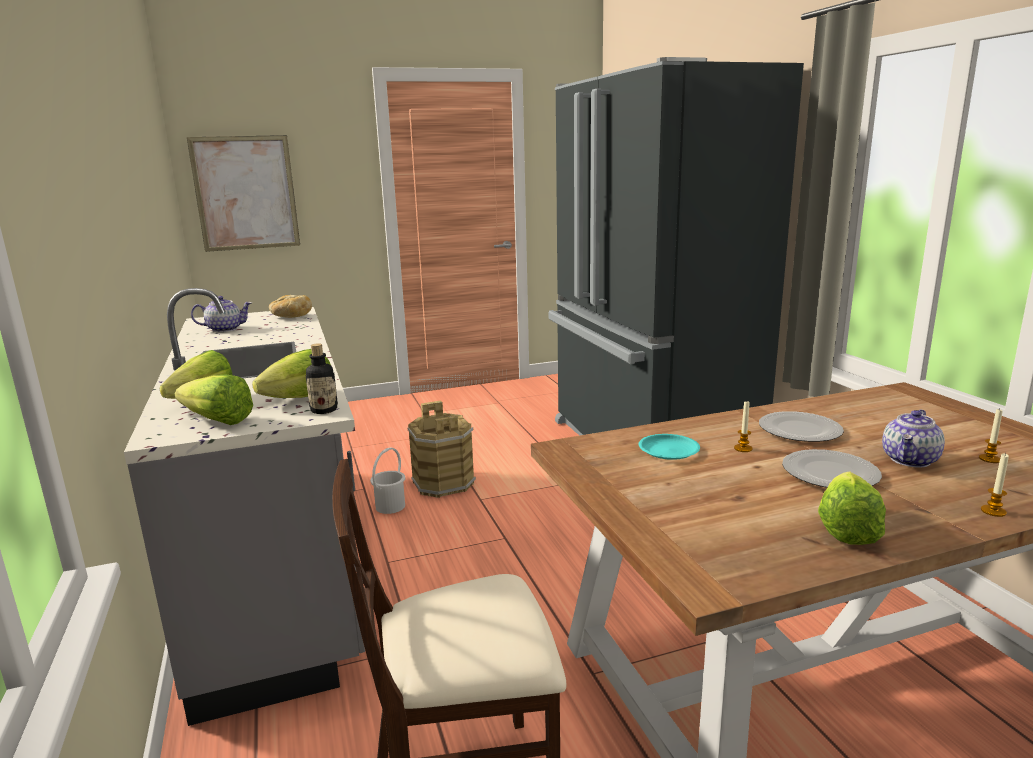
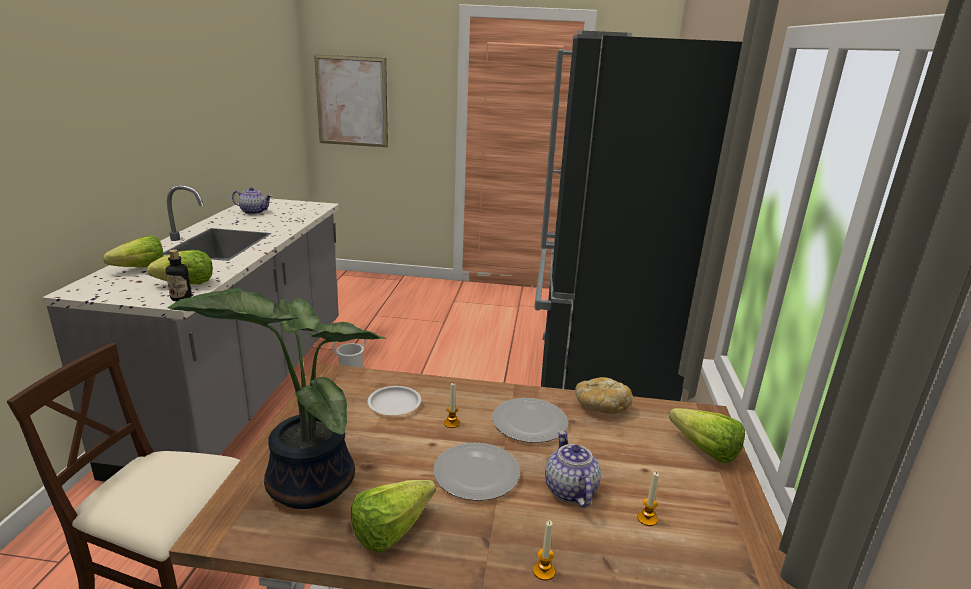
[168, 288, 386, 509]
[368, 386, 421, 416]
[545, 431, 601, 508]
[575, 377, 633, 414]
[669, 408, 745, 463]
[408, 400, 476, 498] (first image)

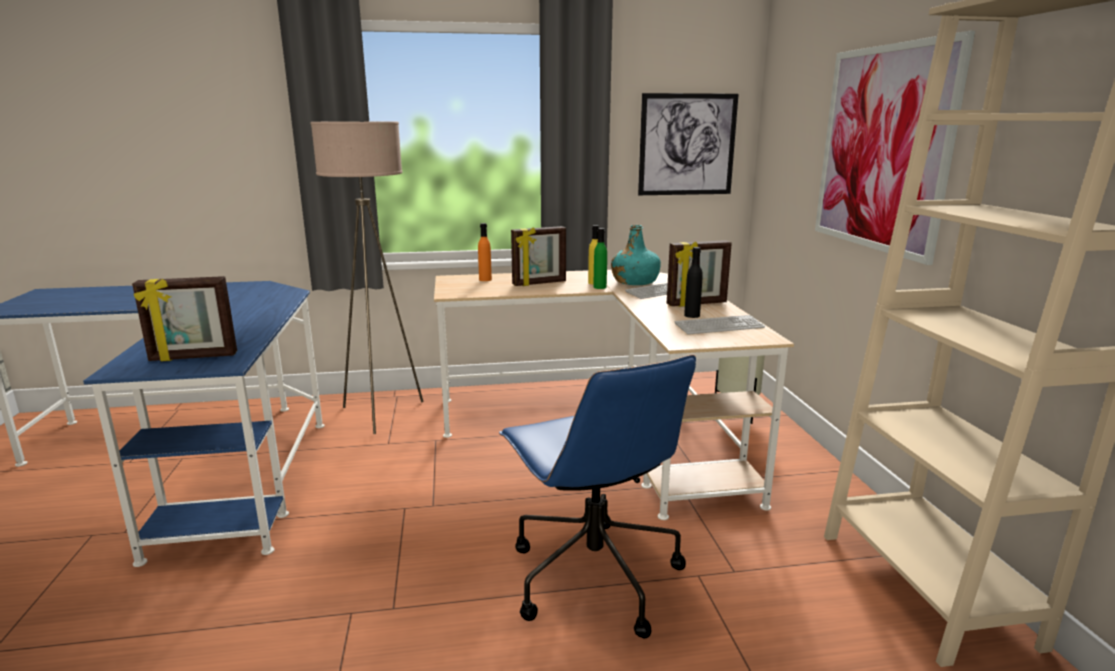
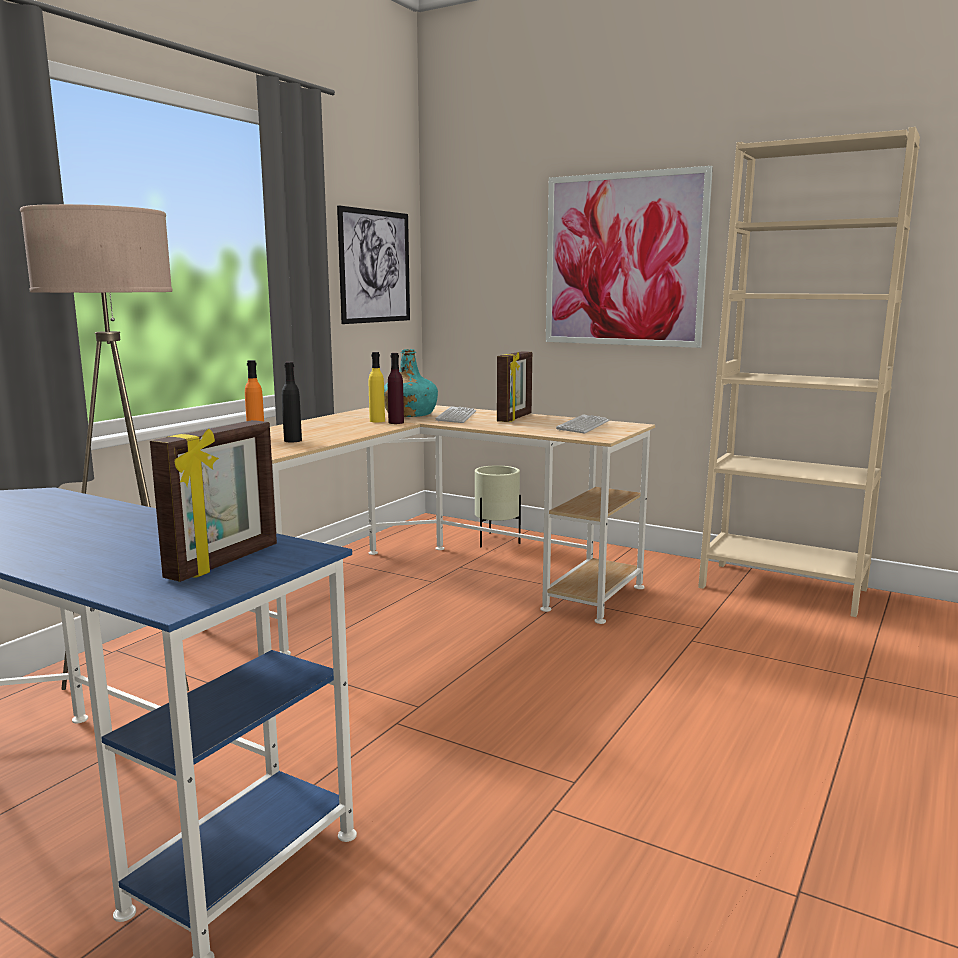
[282, 362, 302, 442]
[388, 353, 404, 424]
[499, 355, 696, 638] (first image)
[511, 226, 566, 286] (first image)

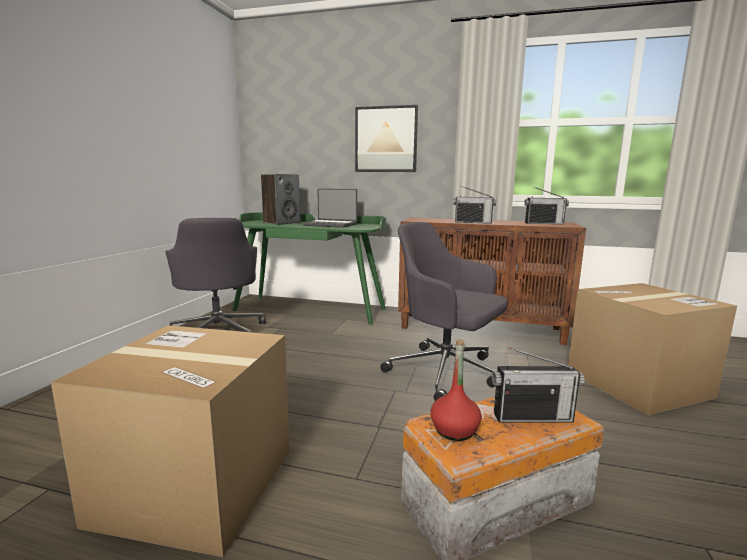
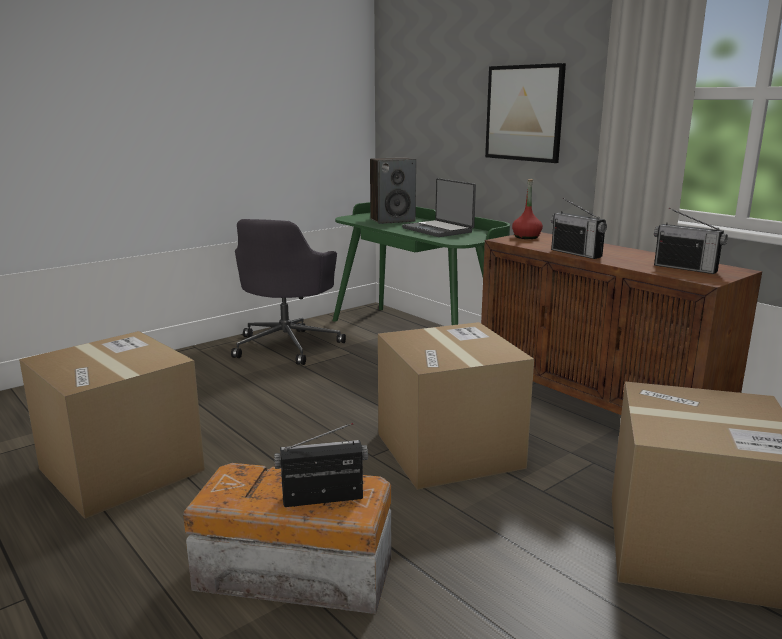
[274, 423, 368, 507]
[378, 322, 534, 490]
[512, 179, 543, 239]

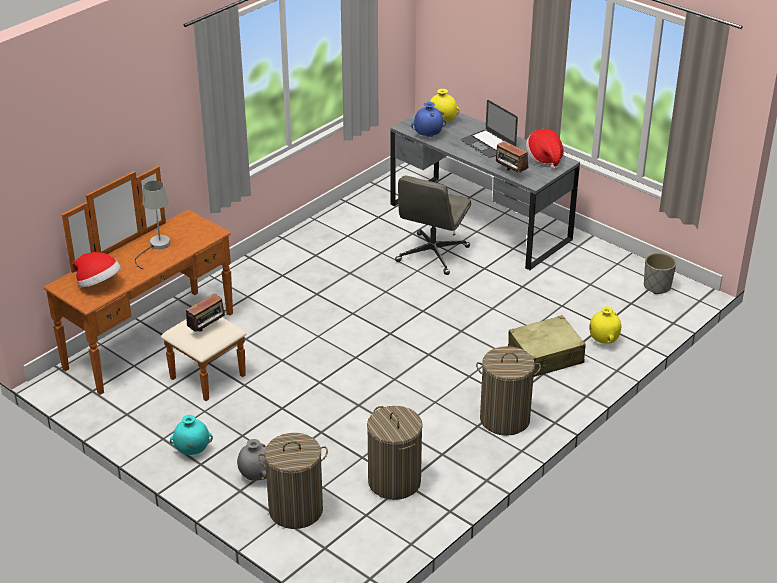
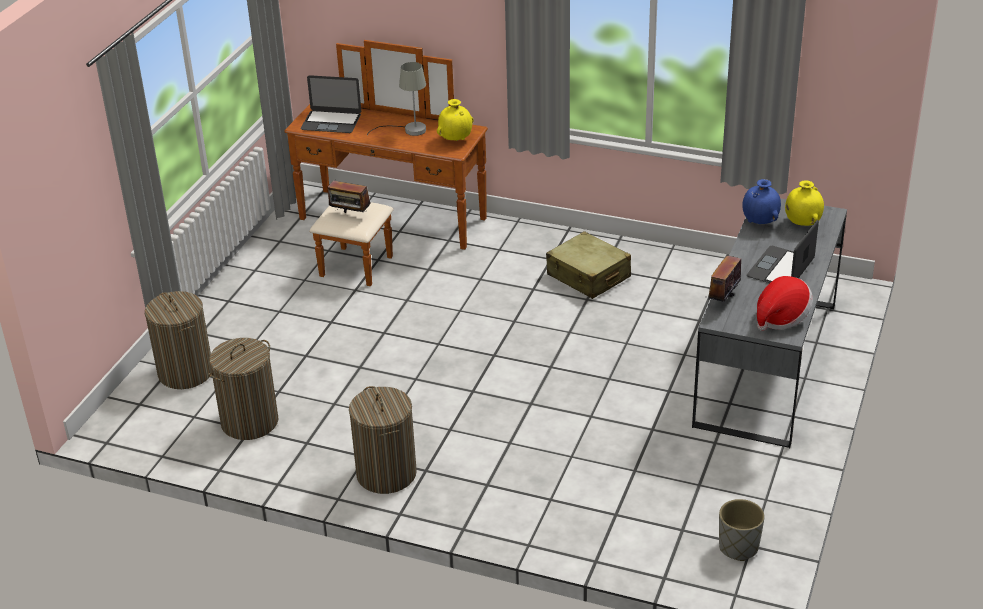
[301, 75, 361, 133]
[437, 99, 474, 141]
[546, 231, 631, 299]
[170, 415, 213, 455] (first image)
[237, 439, 266, 481] (first image)
[395, 176, 471, 275] (first image)

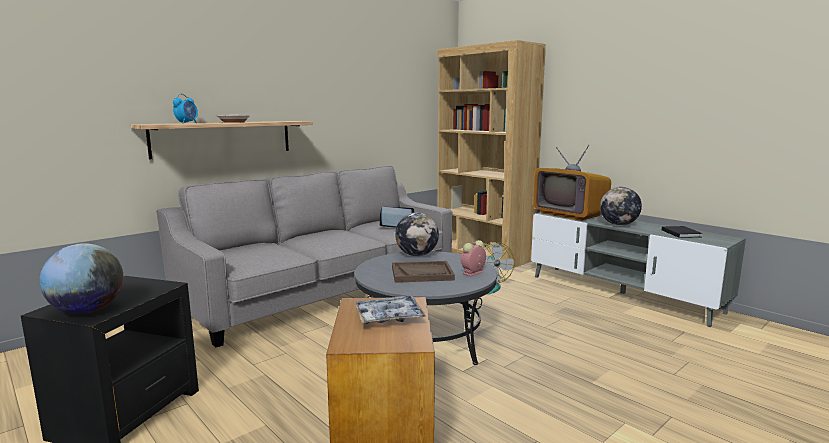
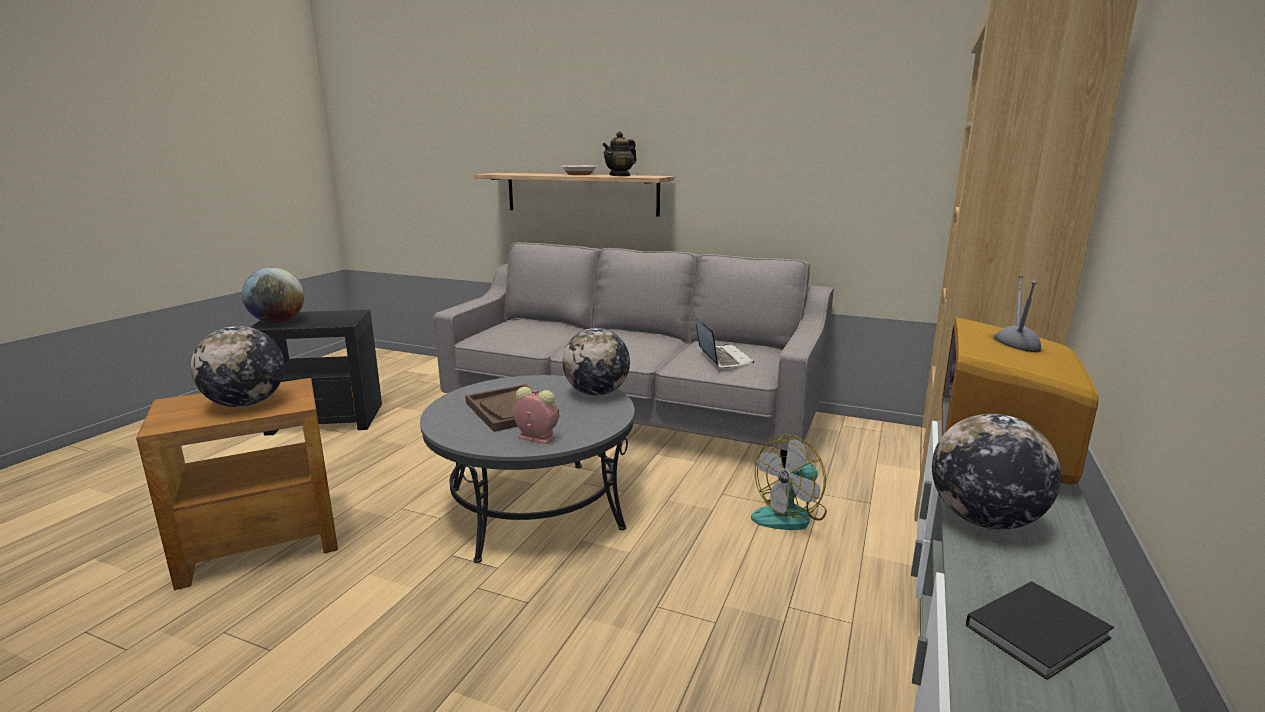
[191, 326, 284, 407]
[602, 131, 637, 177]
[173, 94, 198, 124] (first image)

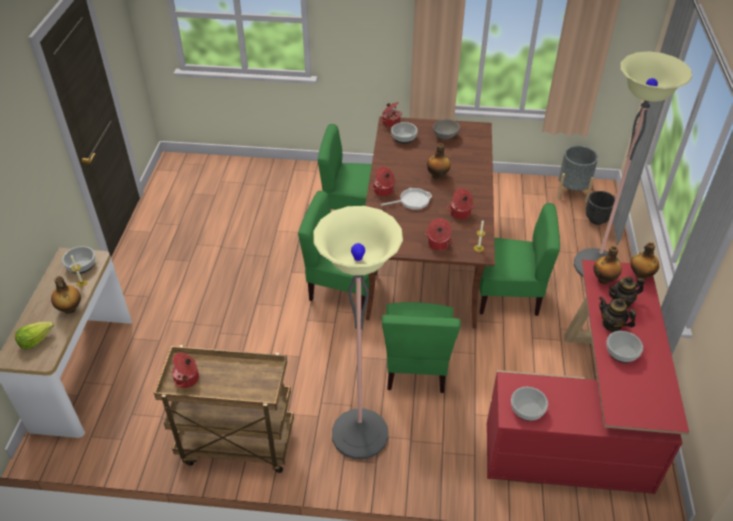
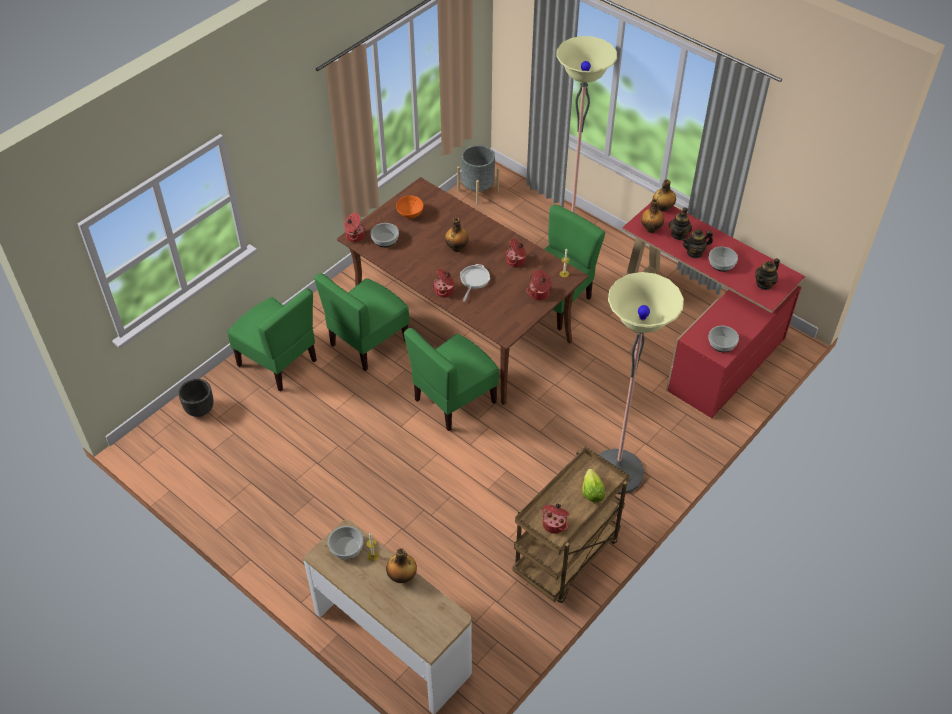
[178, 379, 214, 417]
[227, 288, 317, 392]
[396, 196, 424, 218]
[582, 469, 605, 502]
[755, 258, 780, 290]

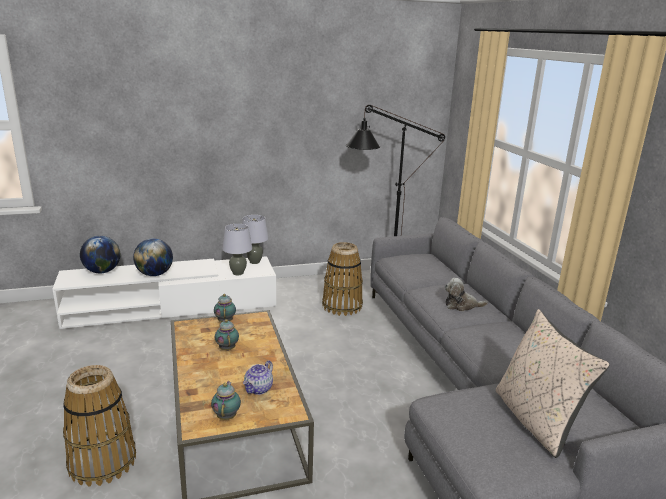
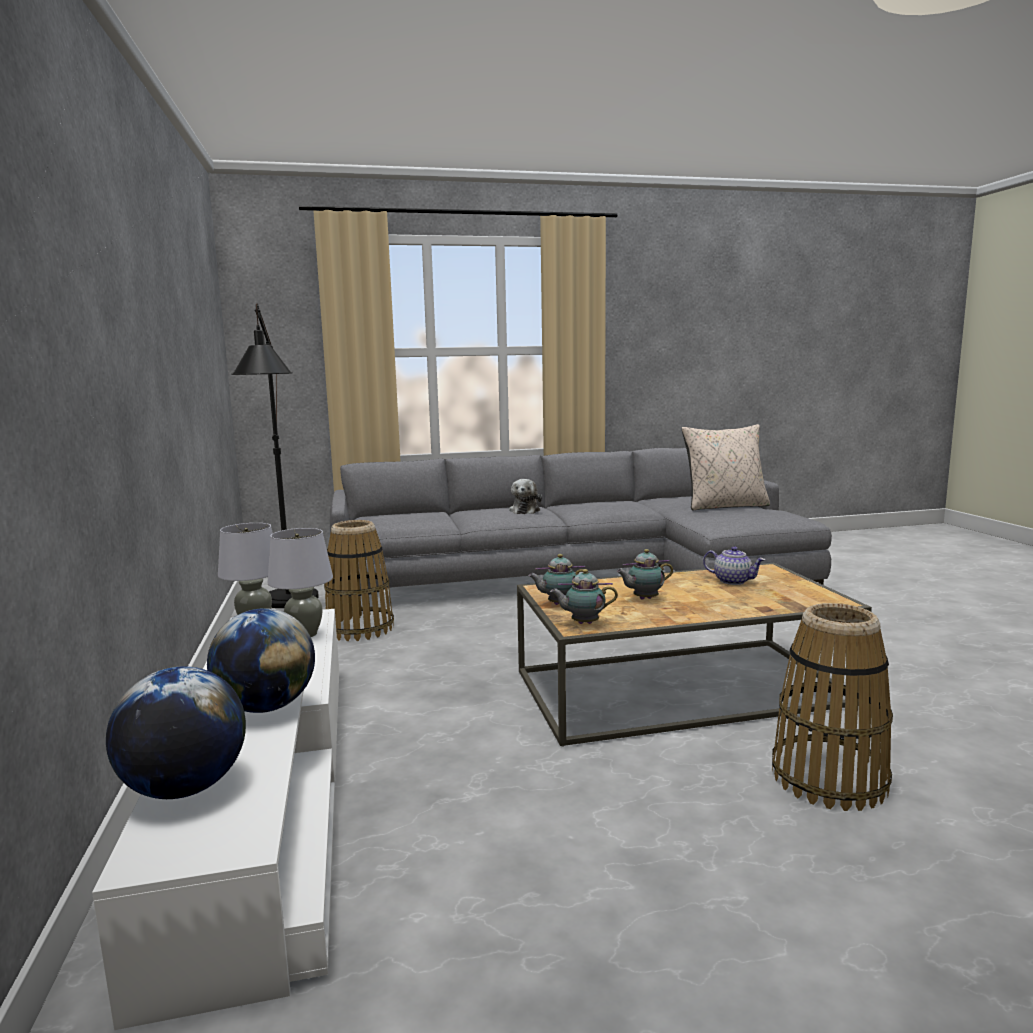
[550, 569, 618, 624]

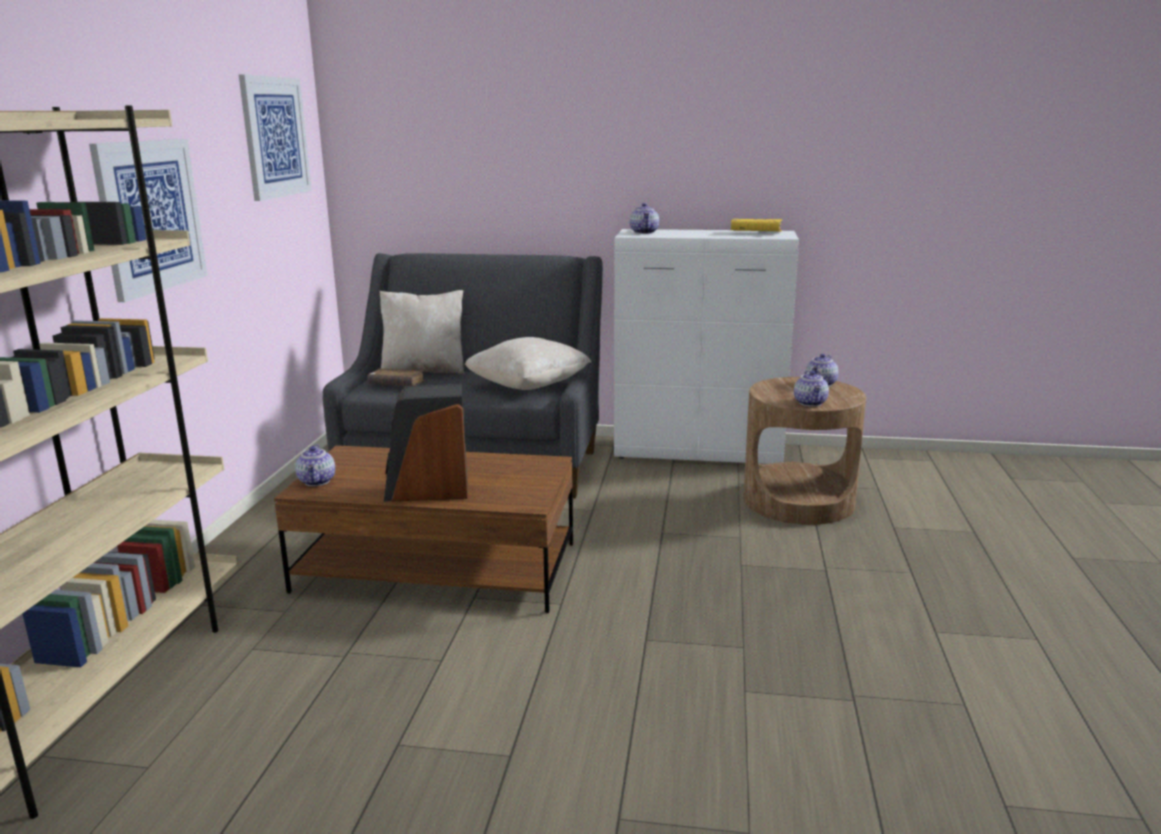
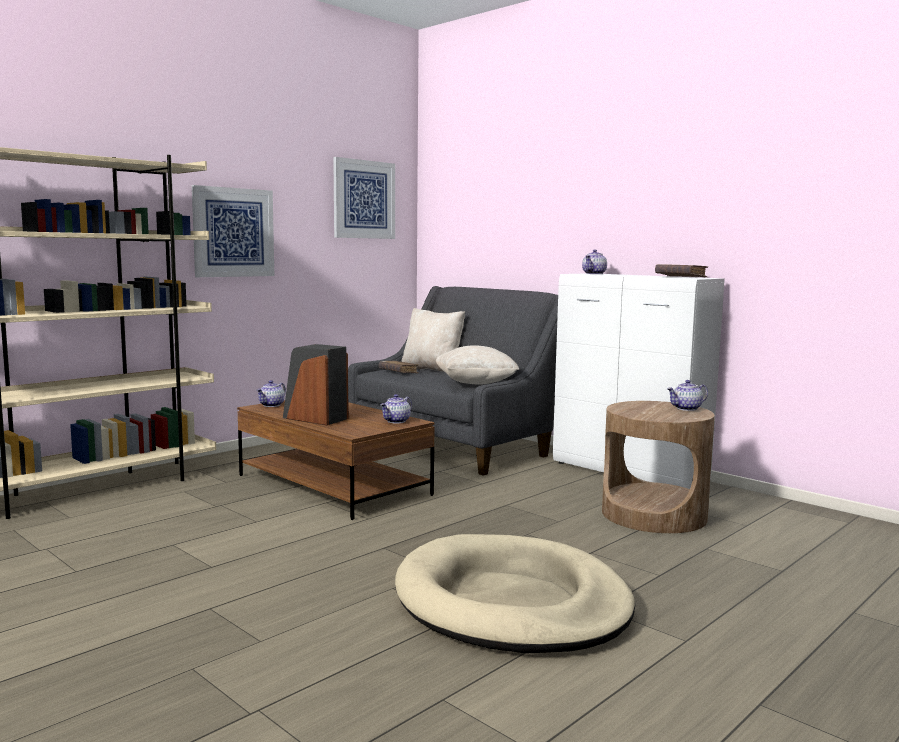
[380, 394, 412, 423]
[395, 534, 635, 654]
[655, 264, 708, 277]

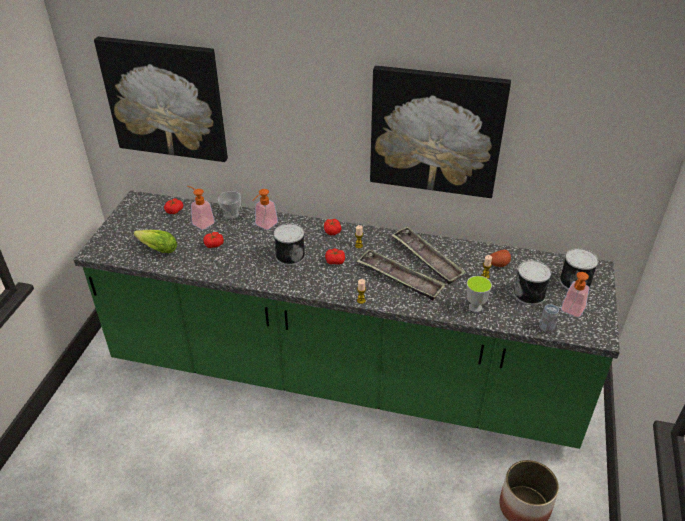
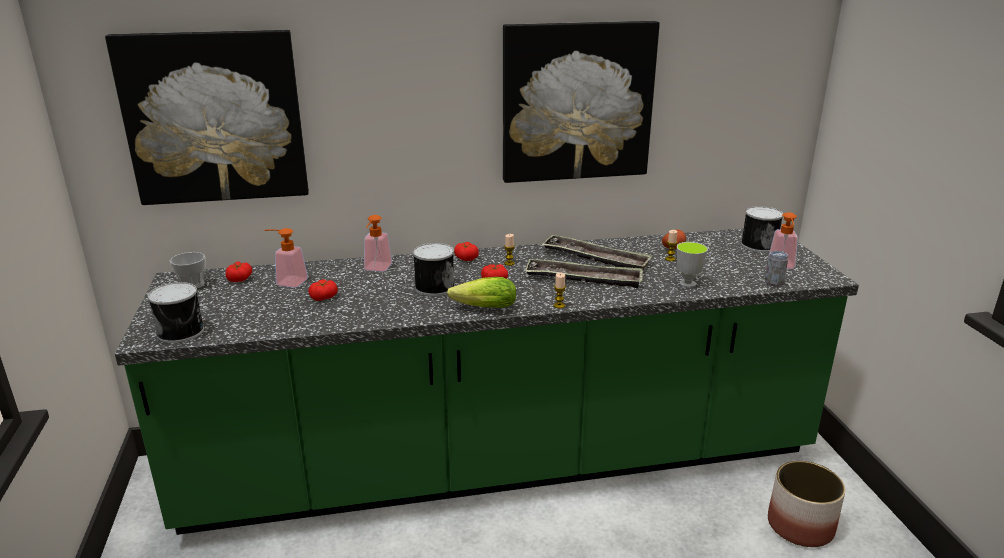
[148, 282, 204, 343]
[170, 252, 206, 288]
[447, 277, 516, 308]

